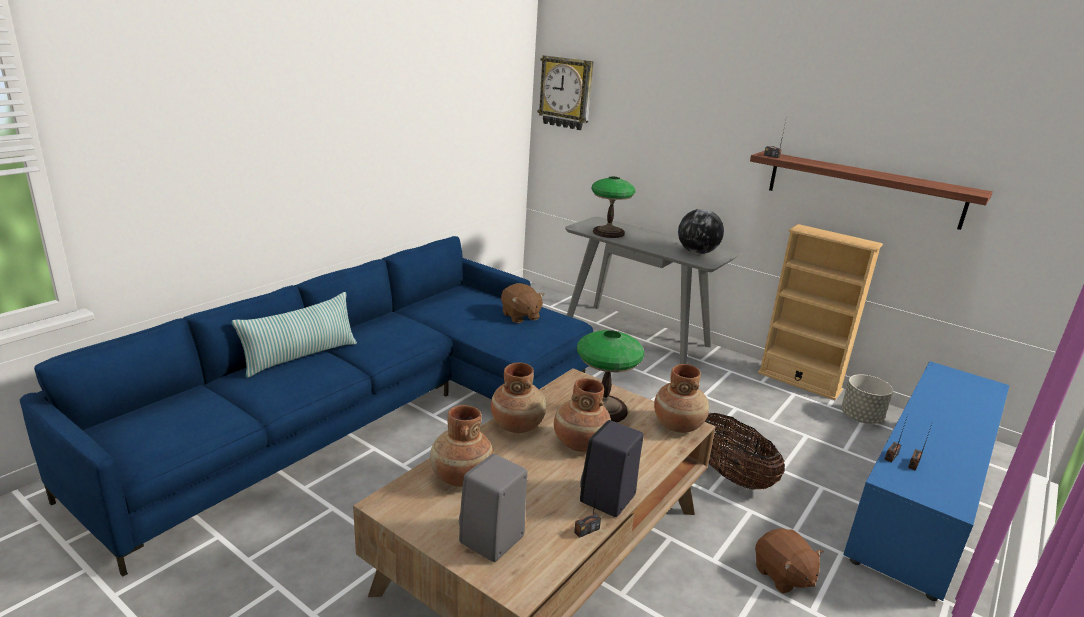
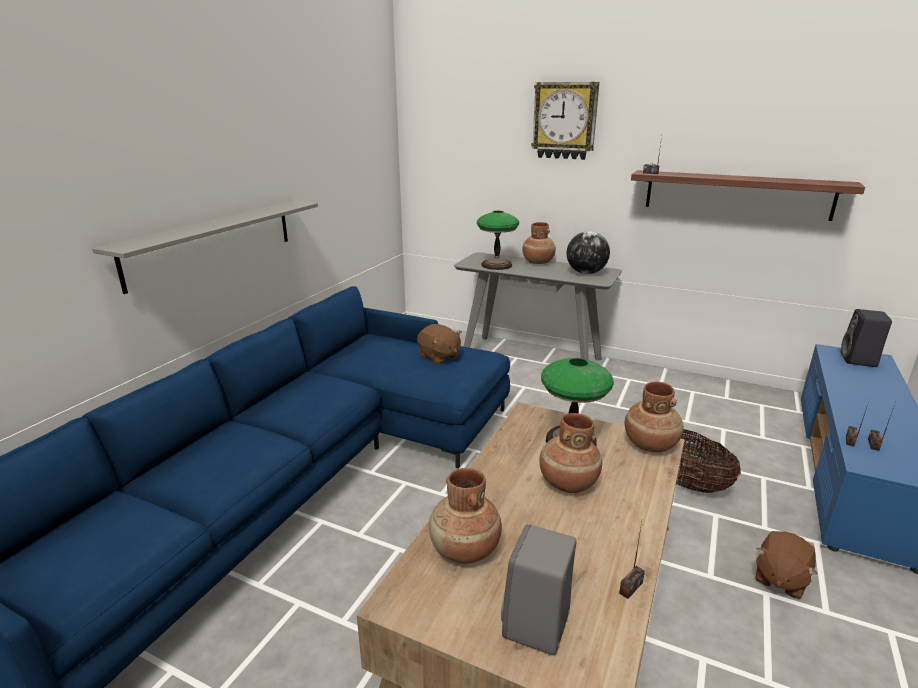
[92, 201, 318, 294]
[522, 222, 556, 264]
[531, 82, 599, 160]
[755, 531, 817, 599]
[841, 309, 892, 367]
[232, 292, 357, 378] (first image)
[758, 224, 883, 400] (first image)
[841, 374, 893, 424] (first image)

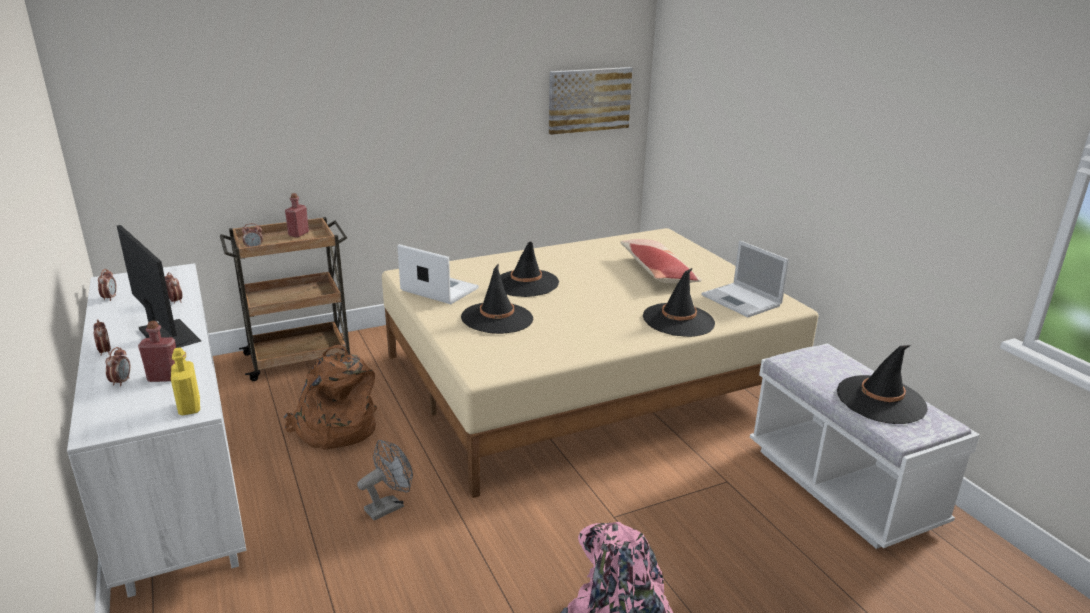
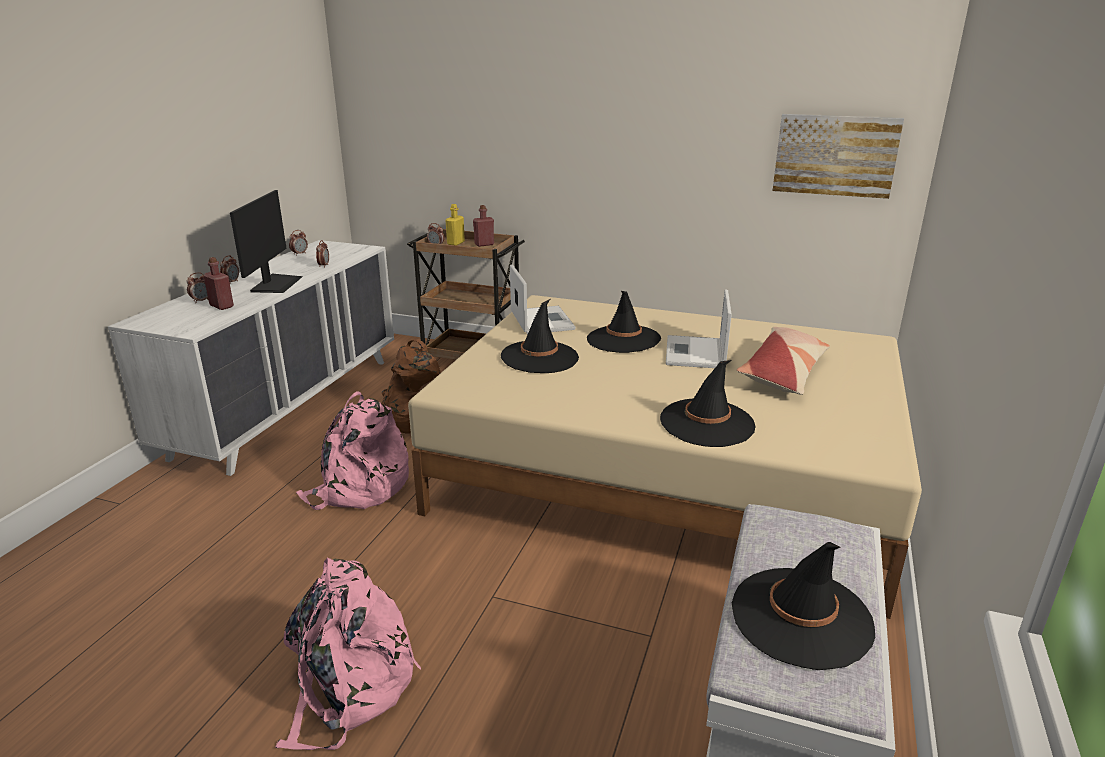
[296, 391, 409, 510]
[445, 204, 465, 246]
[666, 289, 732, 368]

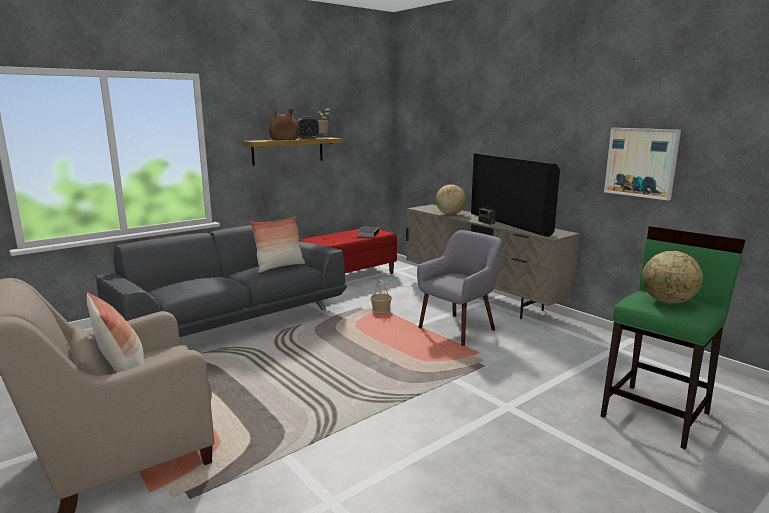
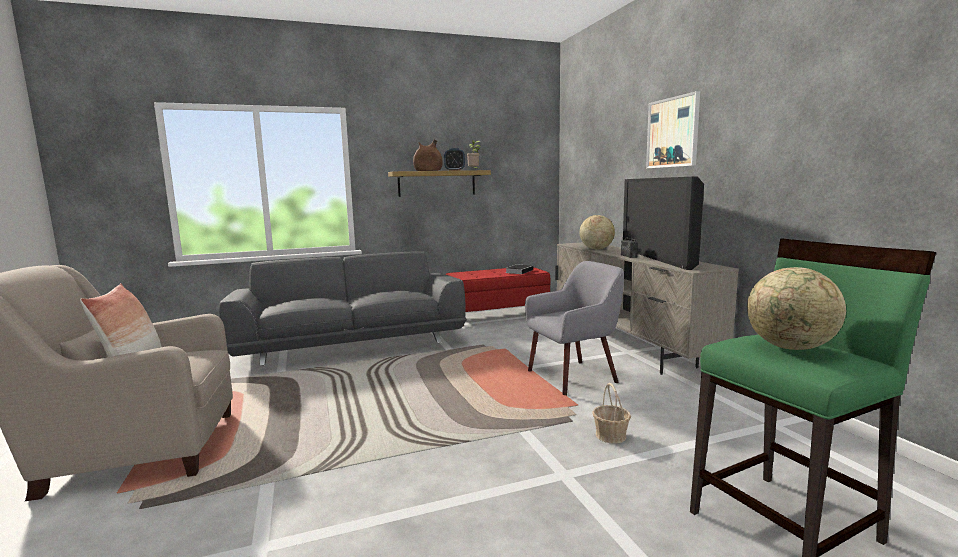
[592, 383, 631, 444]
[646, 91, 700, 169]
[250, 216, 305, 273] (first image)

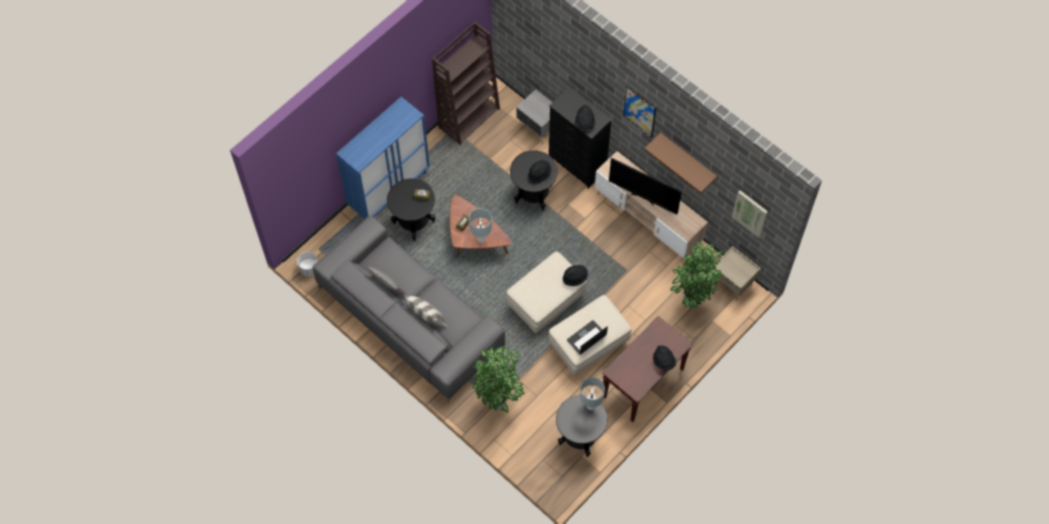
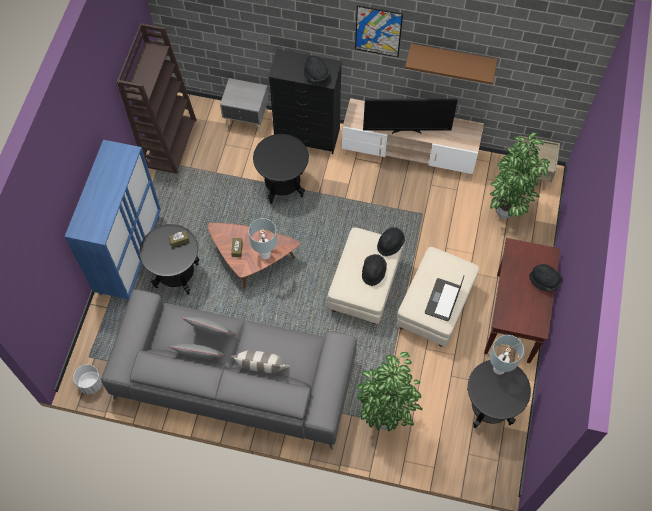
[182, 317, 237, 336]
[362, 254, 387, 286]
[732, 190, 768, 238] (first image)

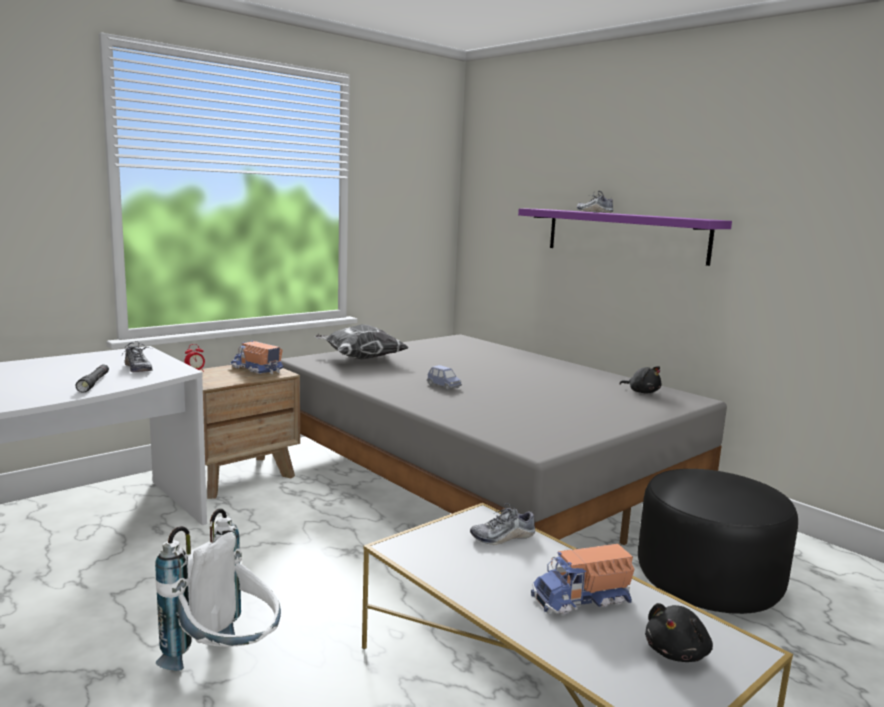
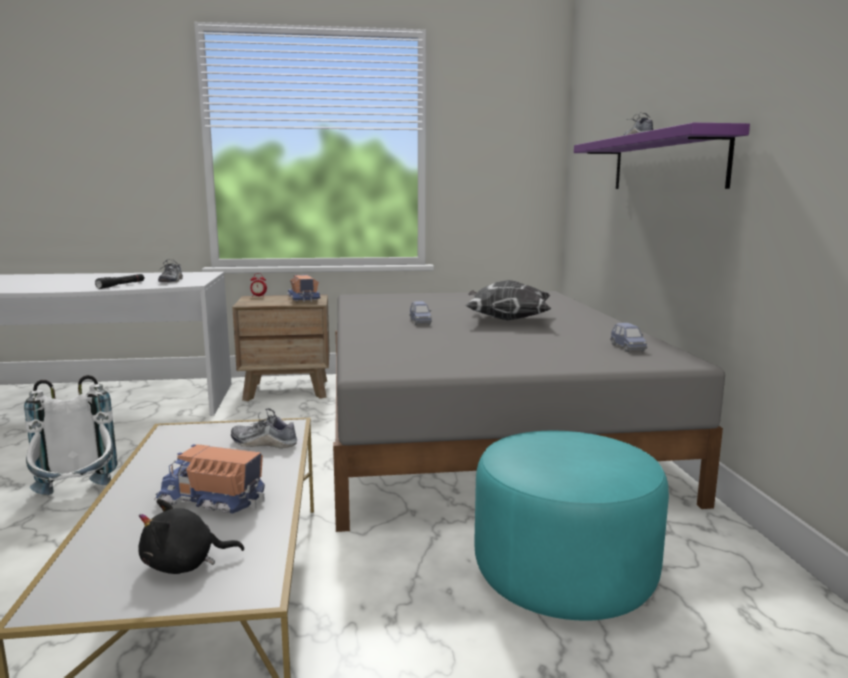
[465, 280, 552, 320]
[474, 431, 669, 621]
[610, 323, 647, 352]

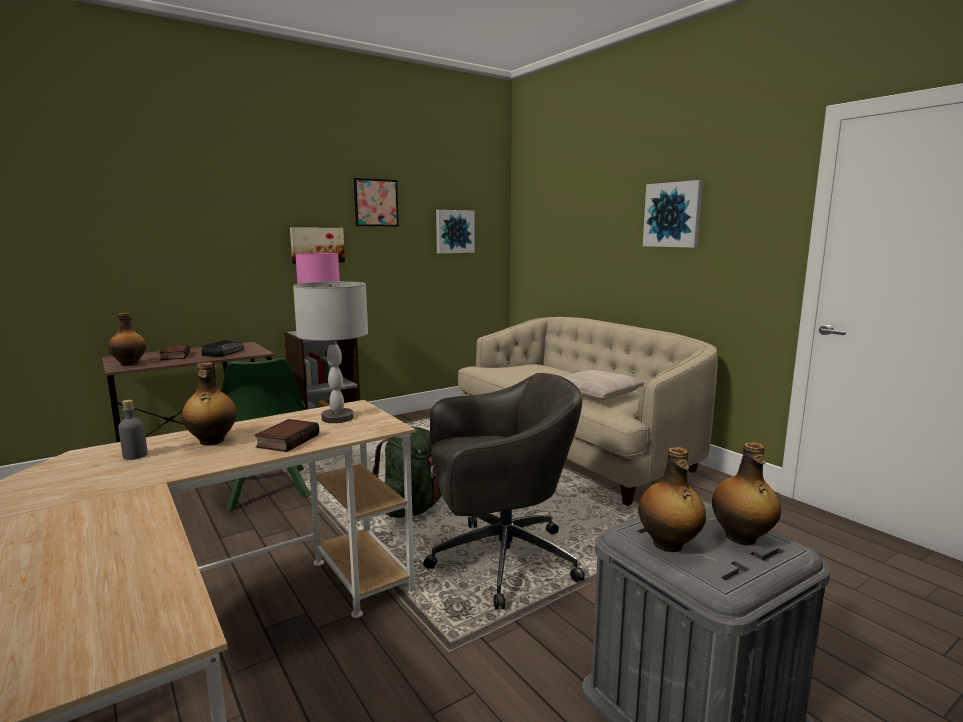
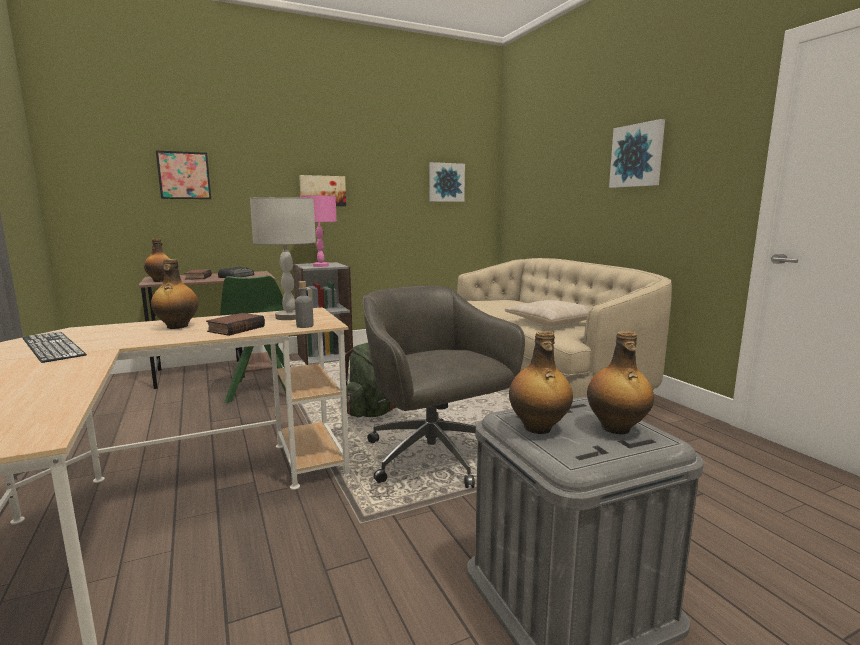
[22, 332, 87, 363]
[156, 150, 211, 199]
[295, 281, 314, 328]
[363, 286, 525, 488]

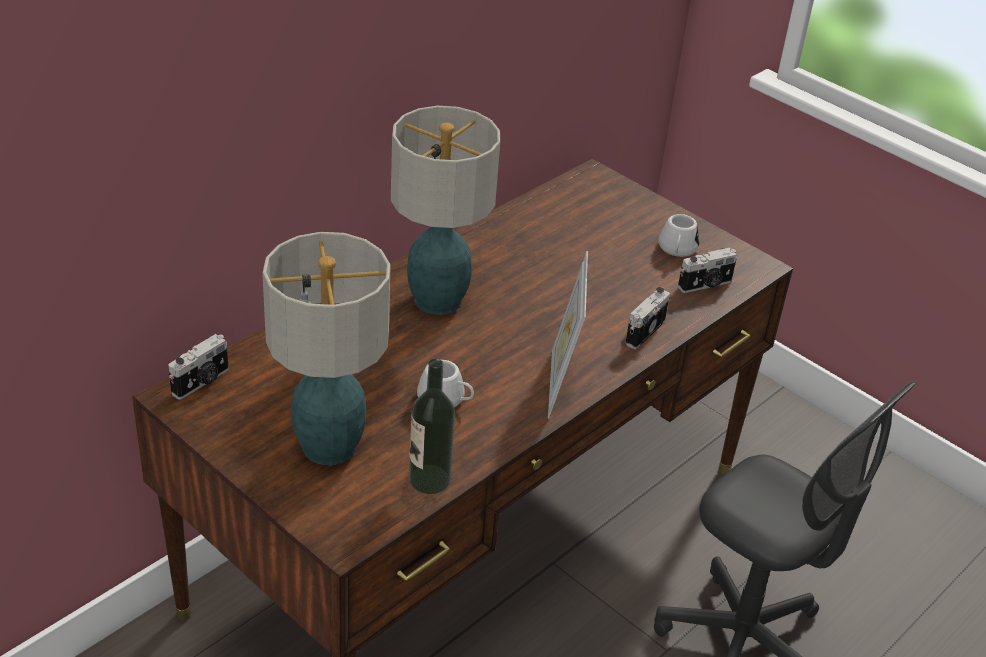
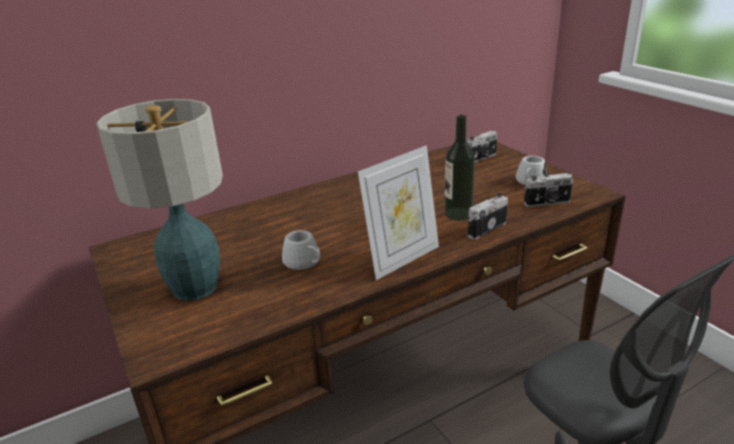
[358, 146, 439, 280]
[444, 115, 475, 221]
[466, 131, 497, 162]
[391, 106, 500, 315] (first image)

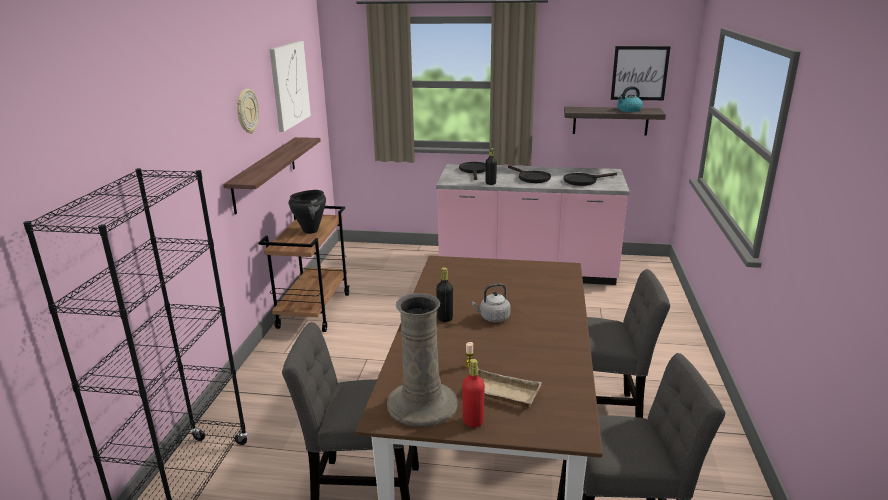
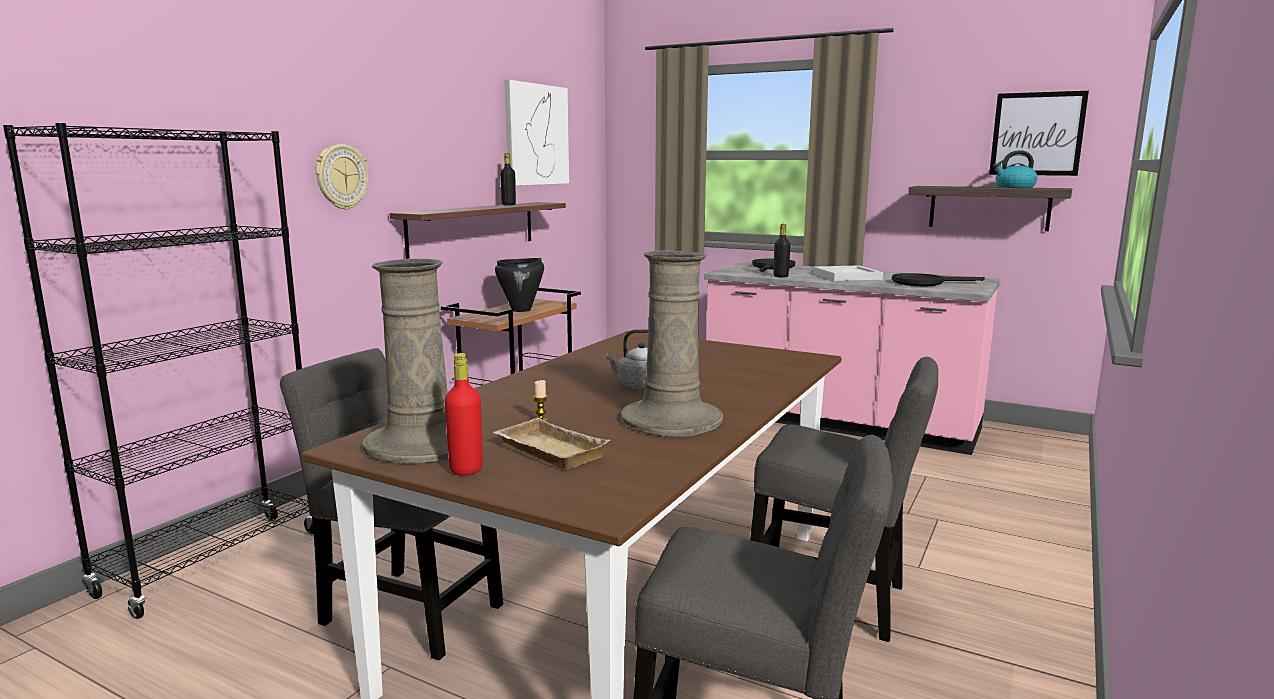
[316, 144, 369, 210]
[500, 153, 516, 205]
[621, 250, 723, 437]
[813, 265, 883, 281]

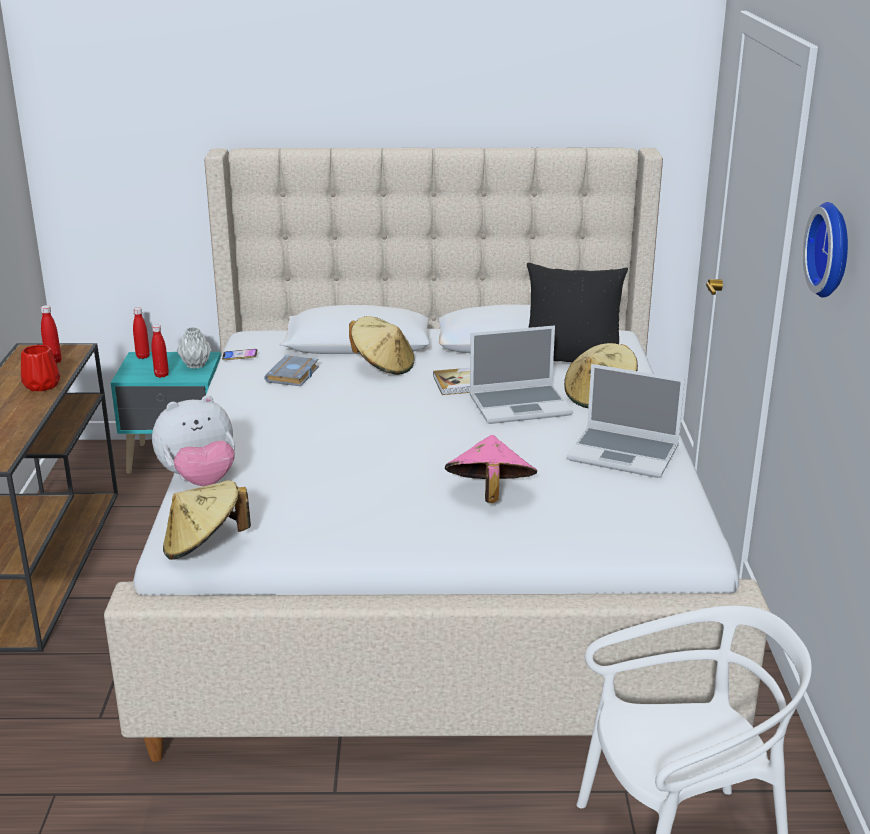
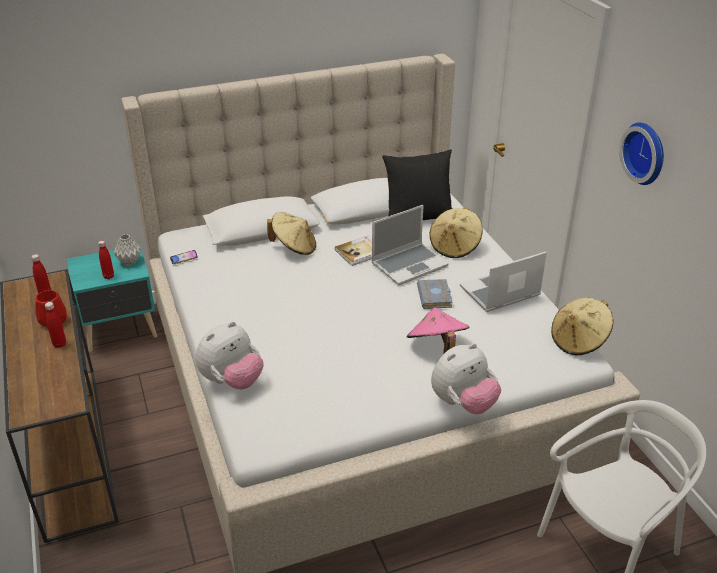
[45, 302, 66, 348]
[417, 279, 453, 309]
[431, 343, 501, 414]
[460, 252, 547, 312]
[551, 298, 613, 355]

